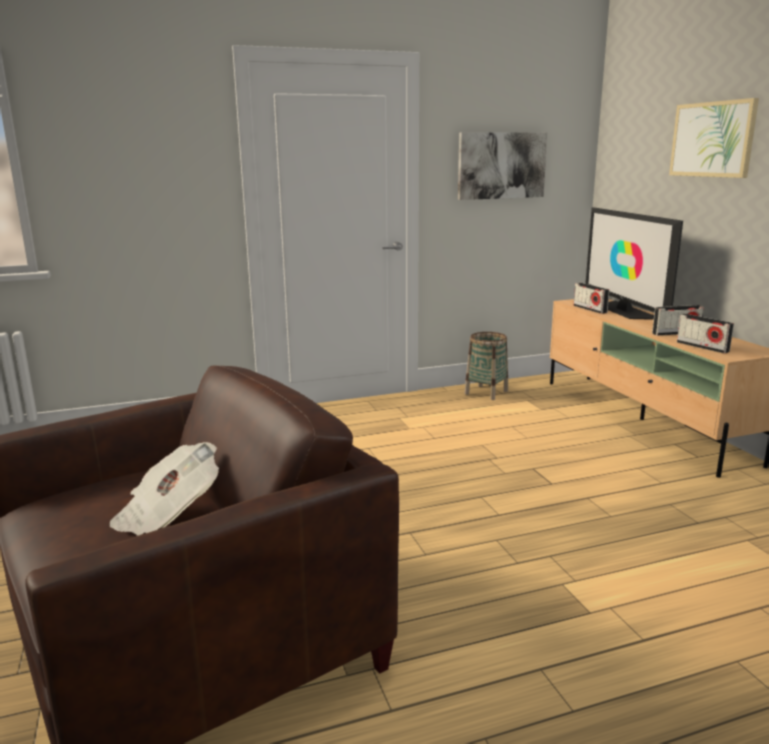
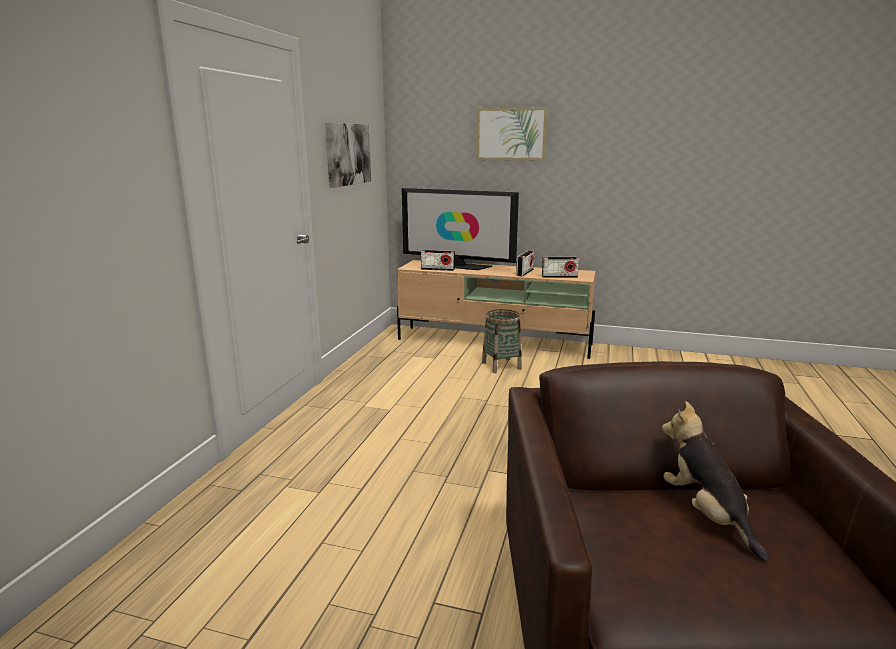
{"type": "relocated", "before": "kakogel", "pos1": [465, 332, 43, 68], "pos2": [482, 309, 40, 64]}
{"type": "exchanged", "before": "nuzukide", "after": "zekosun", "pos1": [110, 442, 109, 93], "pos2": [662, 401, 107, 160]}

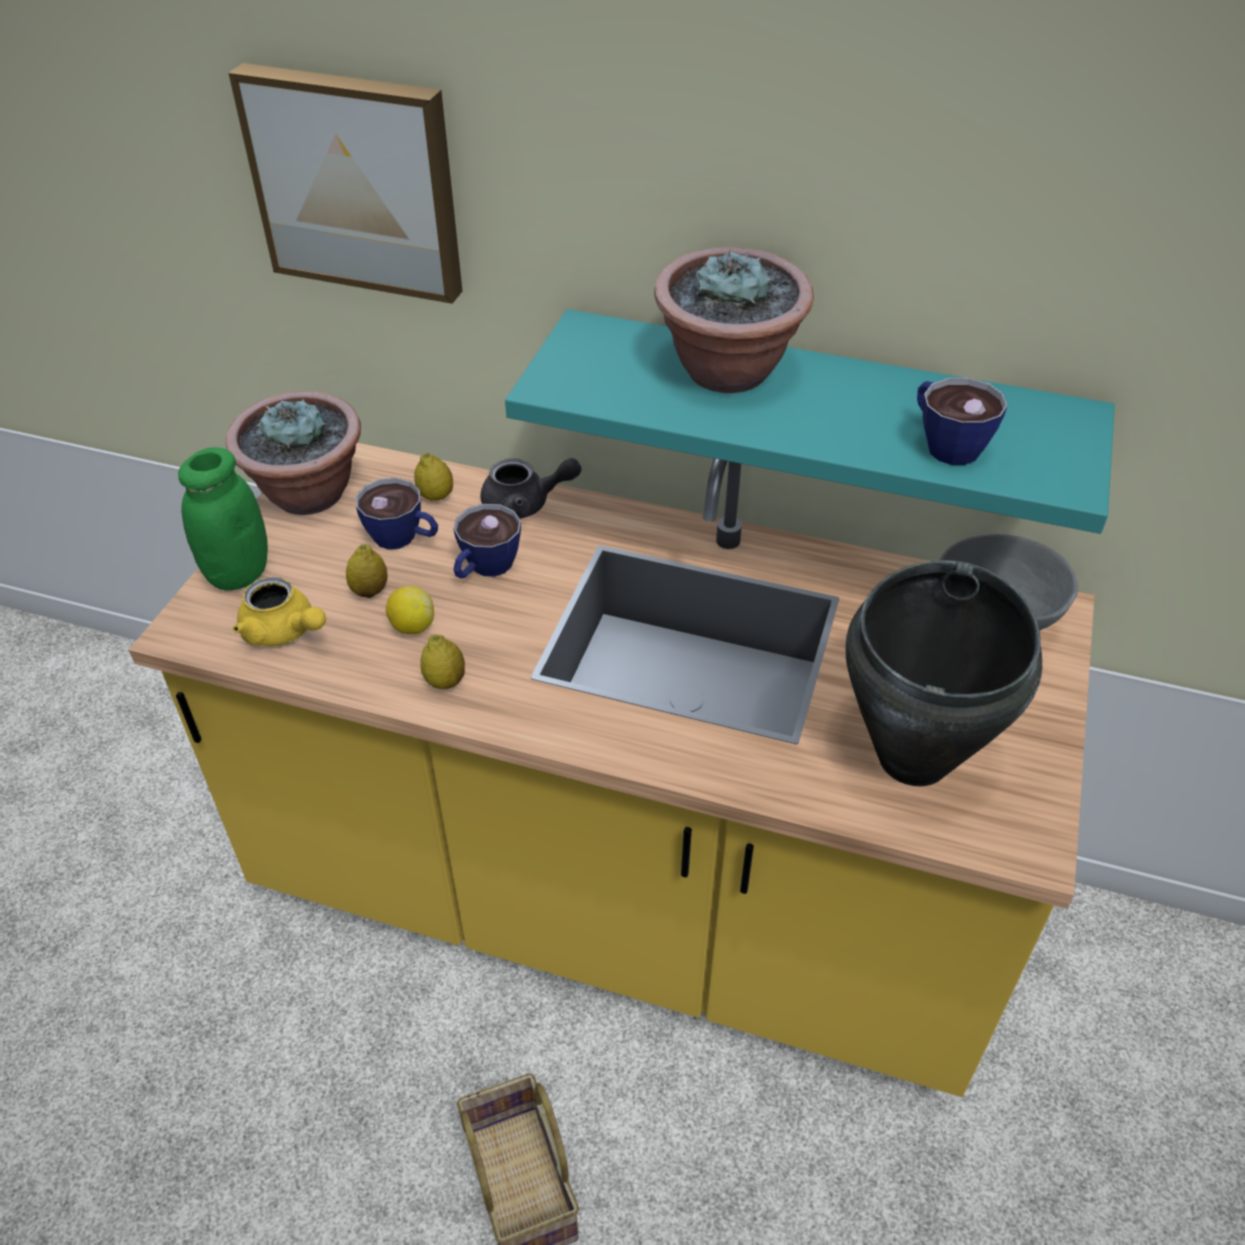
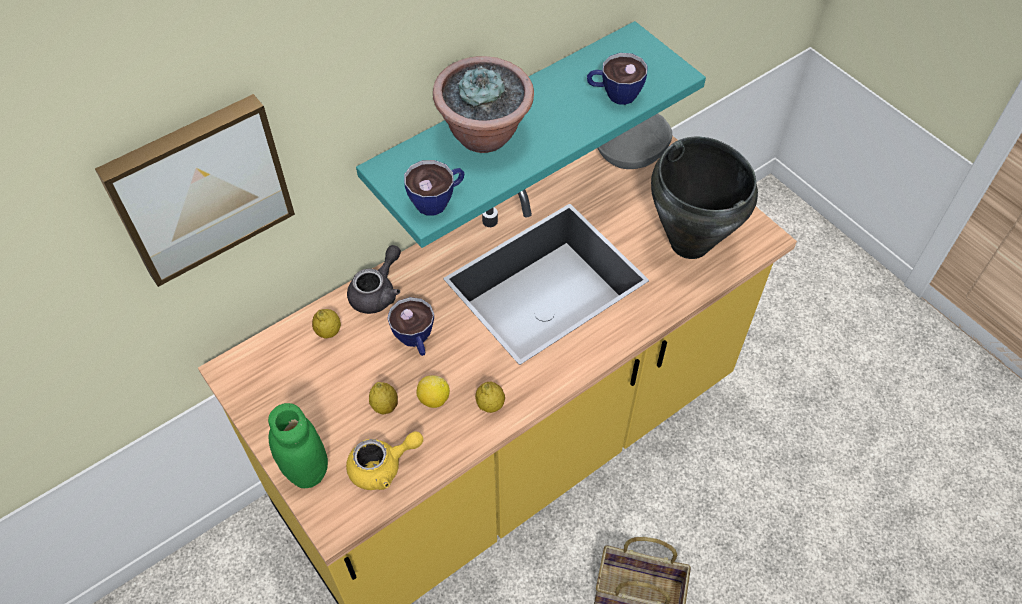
{"type": "missing", "before": "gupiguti", "pos1": [225, 391, 136, 124]}
{"type": "relocated", "before": "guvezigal", "pos1": [356, 478, 82, 72], "pos2": [404, 160, 61, 56]}

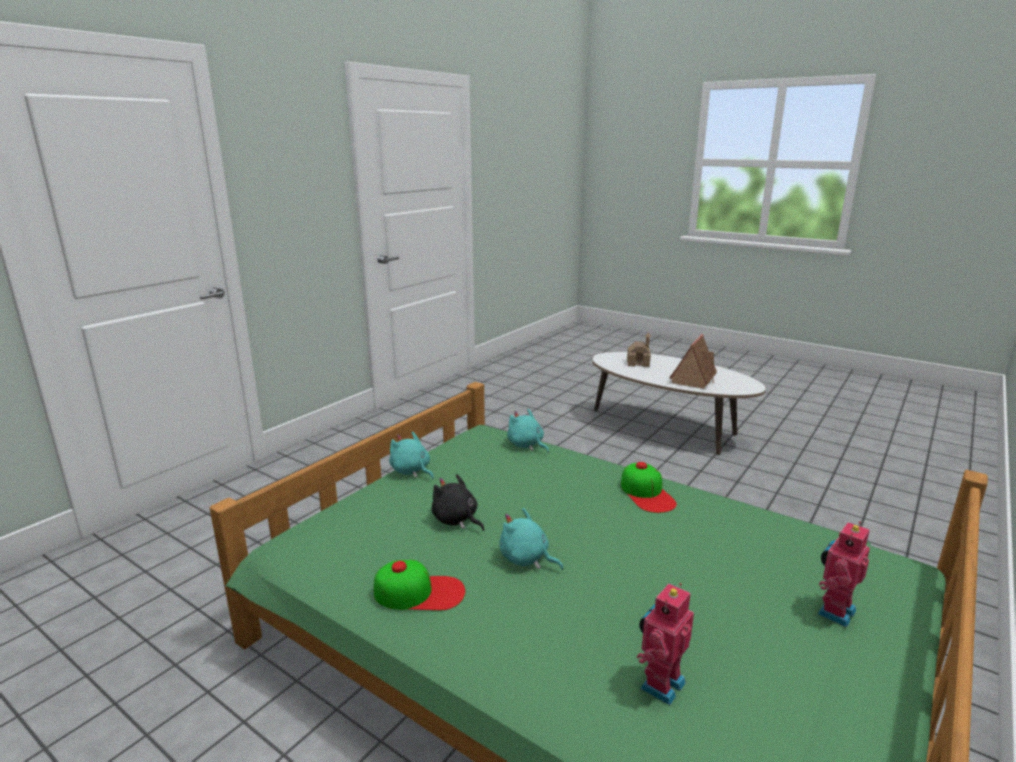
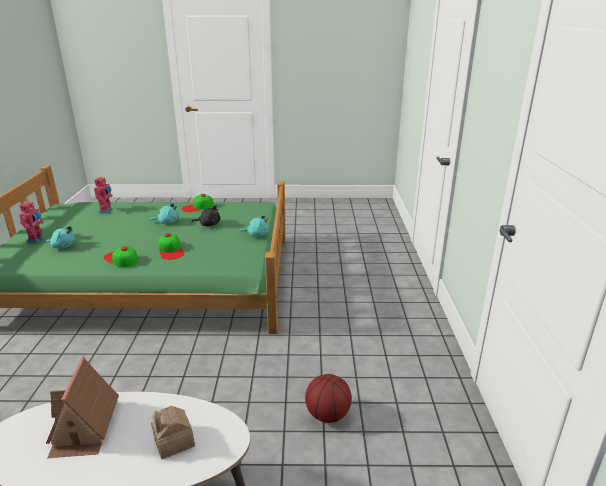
{"type": "appeared", "after": "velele", "pos2": [158, 233, 26, 27]}
{"type": "appeared", "after": "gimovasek", "pos2": [305, 374, 47, 49]}
{"type": "relocated", "before": "turquoise_zekosun", "pos1": [507, 409, 42, 44], "pos2": [46, 226, 30, 22]}

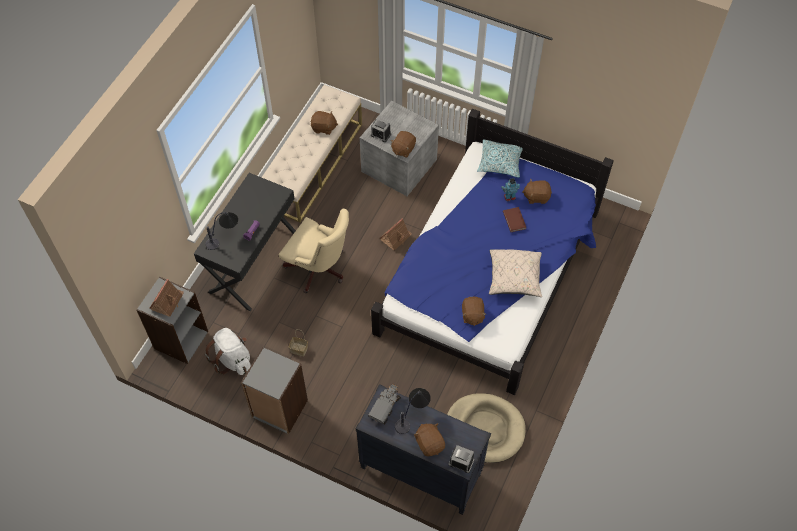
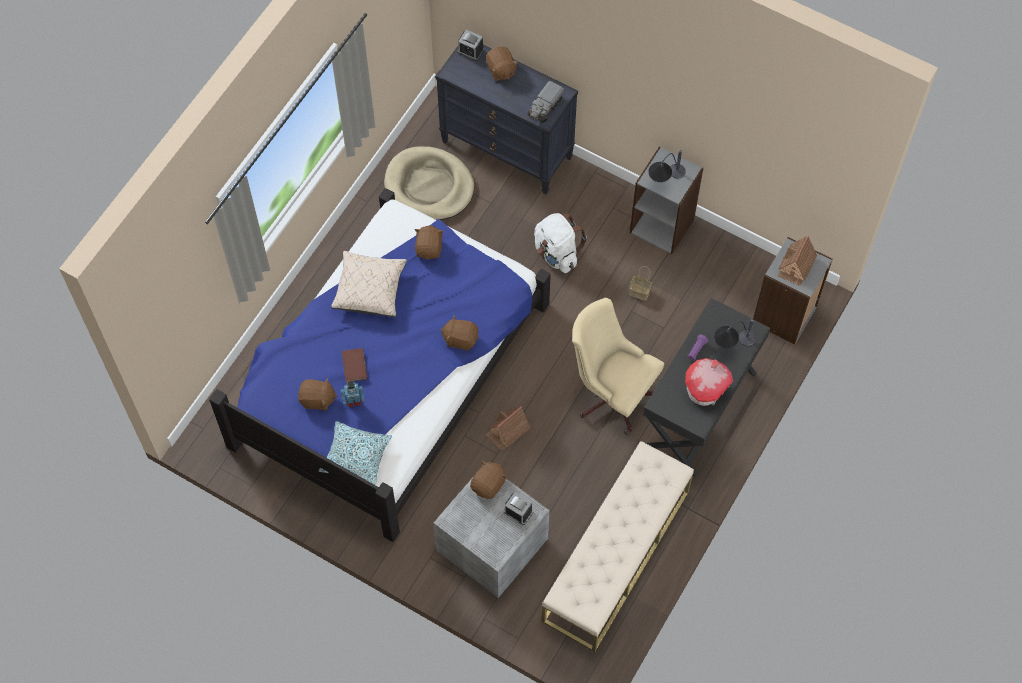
{"type": "appeared", "after": "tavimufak", "pos2": [685, 358, 48, 48]}
{"type": "relocated", "before": "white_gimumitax", "pos1": [205, 328, 46, 47], "pos2": [534, 213, 53, 60]}
{"type": "relocated", "before": "brown_zekosun", "pos1": [311, 111, 27, 24], "pos2": [441, 315, 37, 36]}
{"type": "relocated", "before": "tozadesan", "pos1": [395, 388, 36, 46], "pos2": [648, 150, 38, 32]}

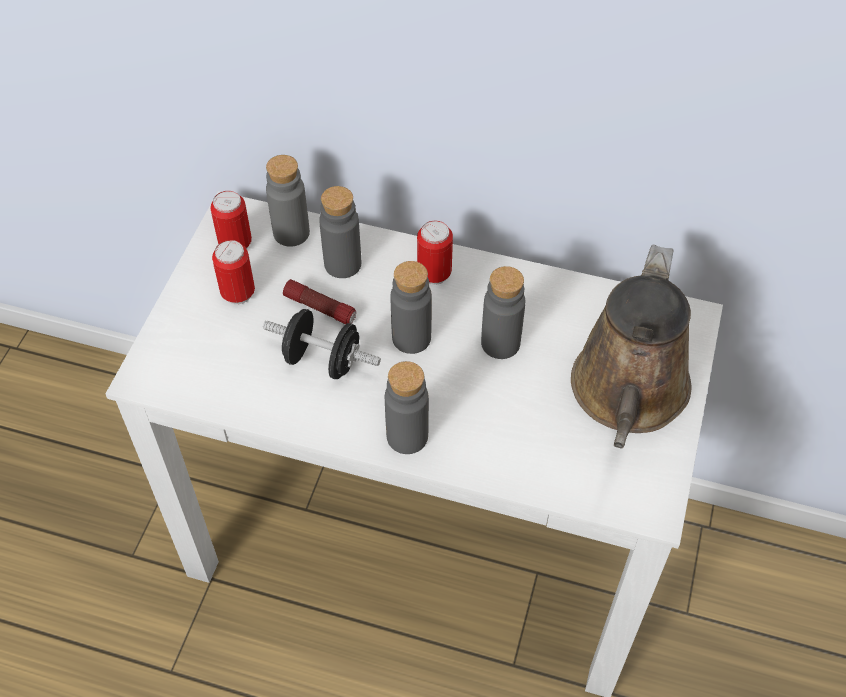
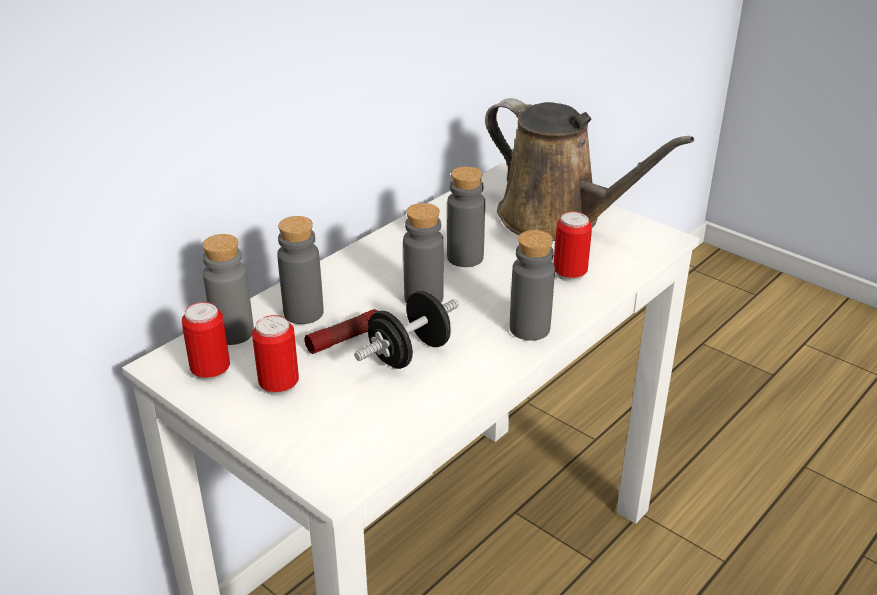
{"type": "relocated", "before": "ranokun", "pos1": [417, 221, 36, 64], "pos2": [554, 211, 38, 71]}

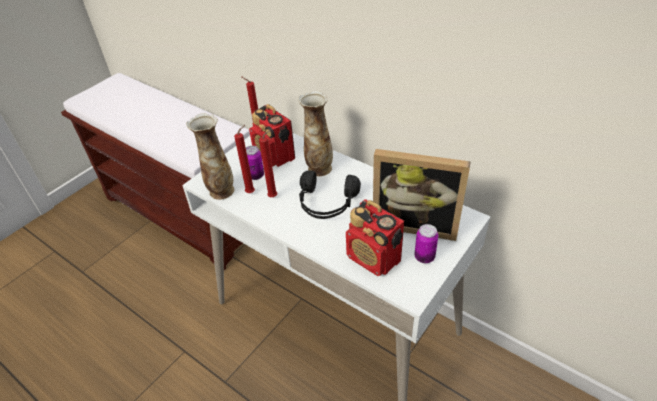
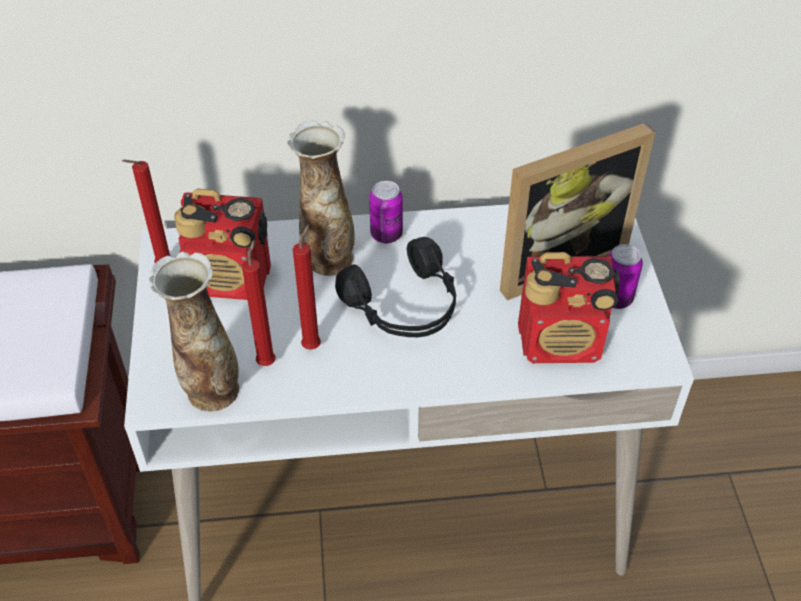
{"type": "relocated", "before": "ranokun", "pos1": [246, 146, 18, 34], "pos2": [369, 181, 34, 62]}

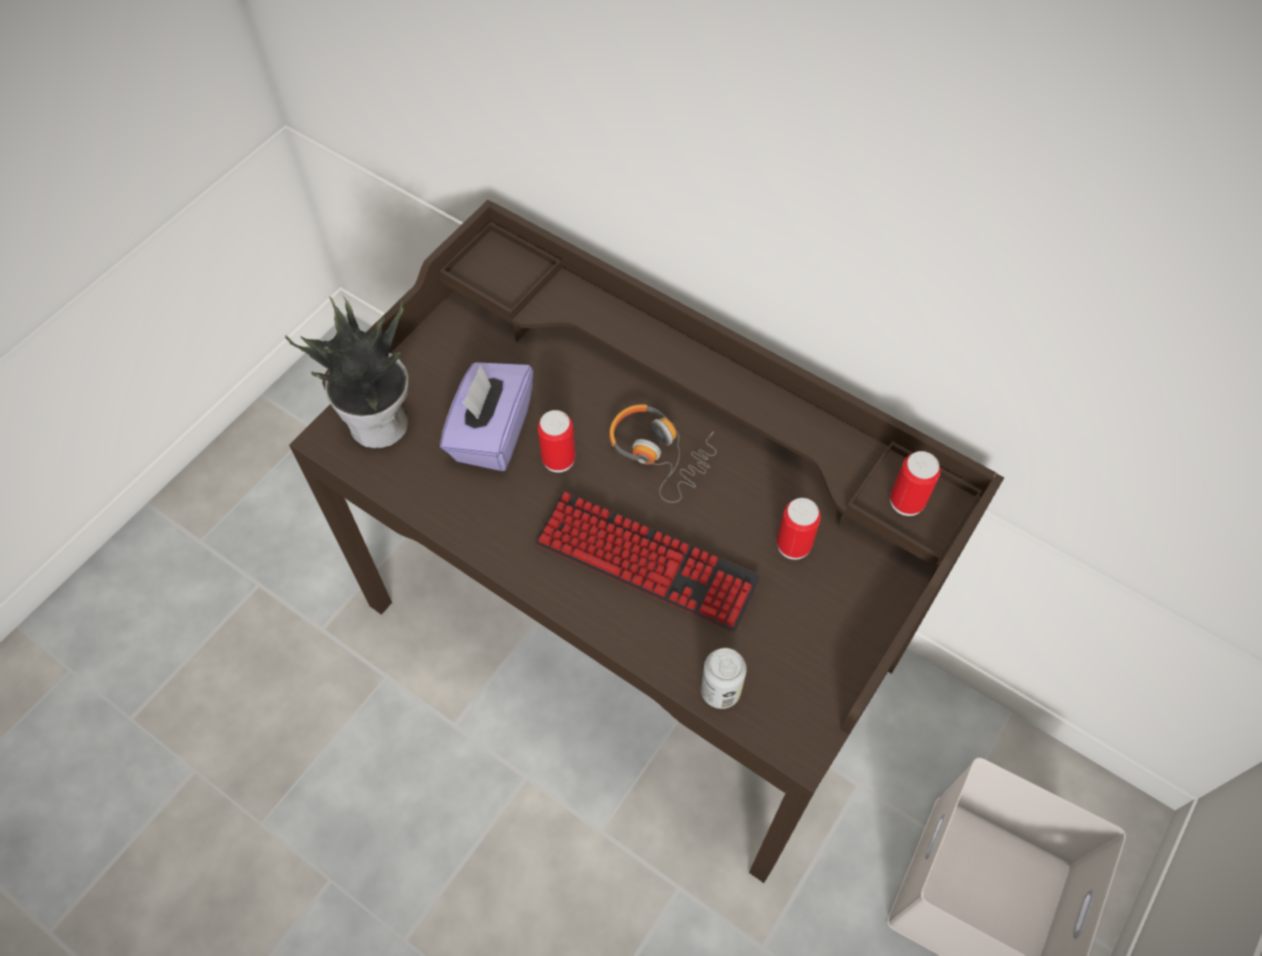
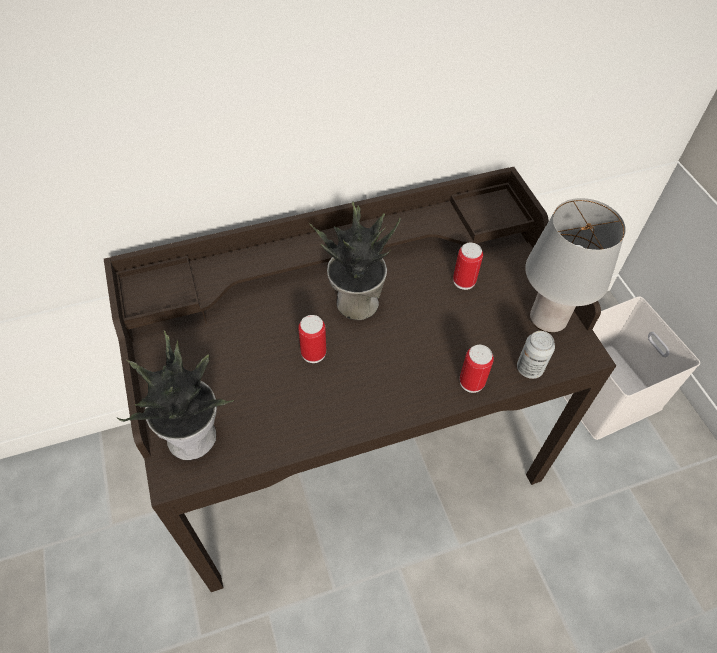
{"type": "missing", "before": "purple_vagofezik", "pos1": [440, 362, 93, 109]}
{"type": "missing", "before": "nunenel", "pos1": [534, 491, 227, 141]}
{"type": "appeared", "after": "grey_tozadesan", "pos2": [525, 198, 101, 135]}
{"type": "relocated", "before": "ranokun", "pos1": [890, 451, 51, 65], "pos2": [460, 345, 34, 48]}
{"type": "exchanged", "before": "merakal", "after": "gupiguti", "pos1": [609, 404, 108, 99], "pos2": [309, 201, 92, 119]}

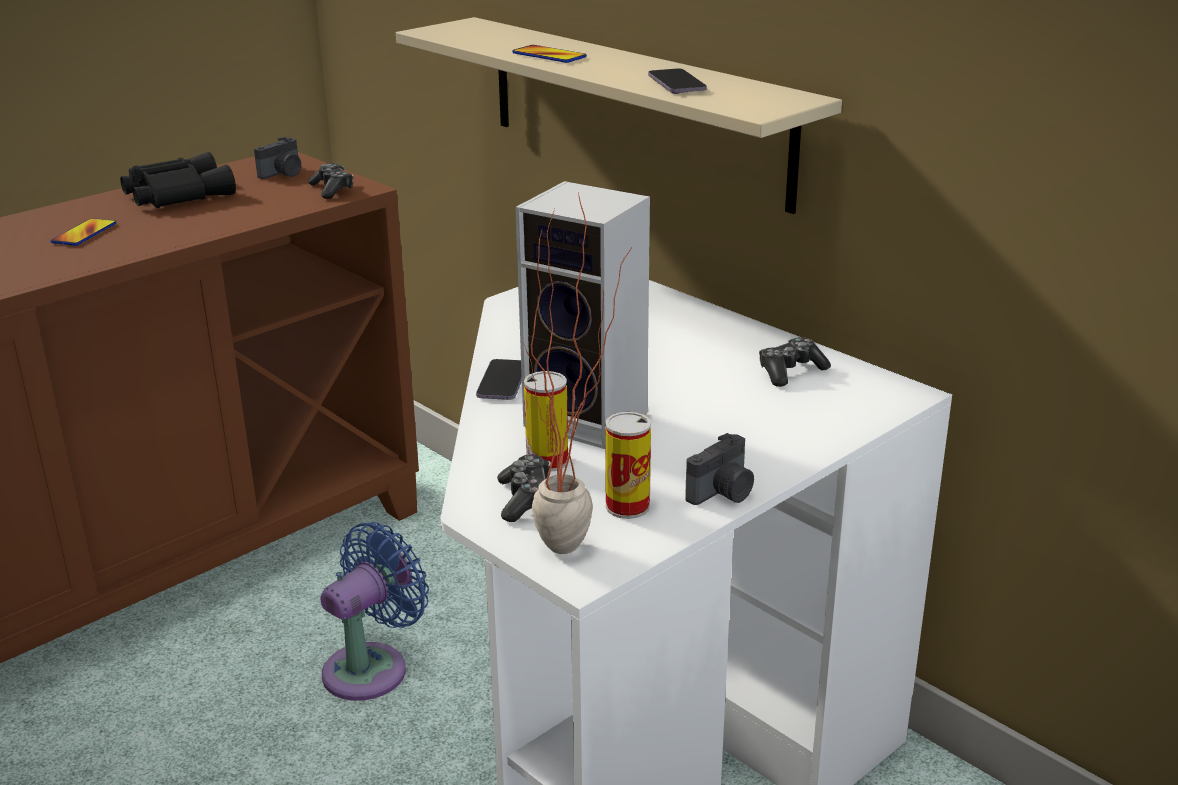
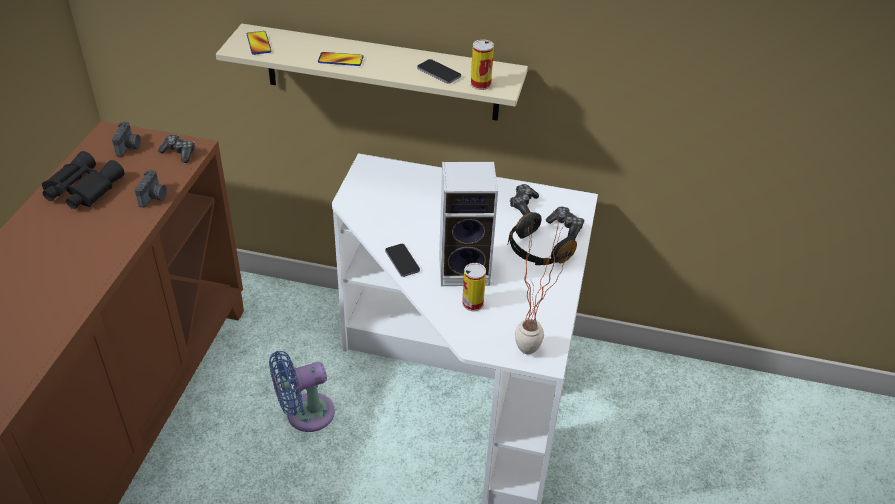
{"type": "appeared", "after": "black_merakal", "pos2": [508, 212, 69, 53]}
{"type": "relocated", "before": "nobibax", "pos1": [51, 218, 66, 28], "pos2": [247, 31, 25, 24]}
{"type": "relocated", "before": "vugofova", "pos1": [497, 454, 54, 68], "pos2": [546, 207, 38, 31]}
{"type": "relocated", "before": "ranokun", "pos1": [605, 412, 46, 107], "pos2": [471, 39, 23, 51]}
{"type": "relocated", "before": "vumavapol", "pos1": [685, 433, 69, 72], "pos2": [134, 170, 33, 38]}
{"type": "spun", "before": "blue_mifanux", "pos1": [320, 522, 109, 179], "pos2": [269, 351, 66, 81], "turn": -120}

